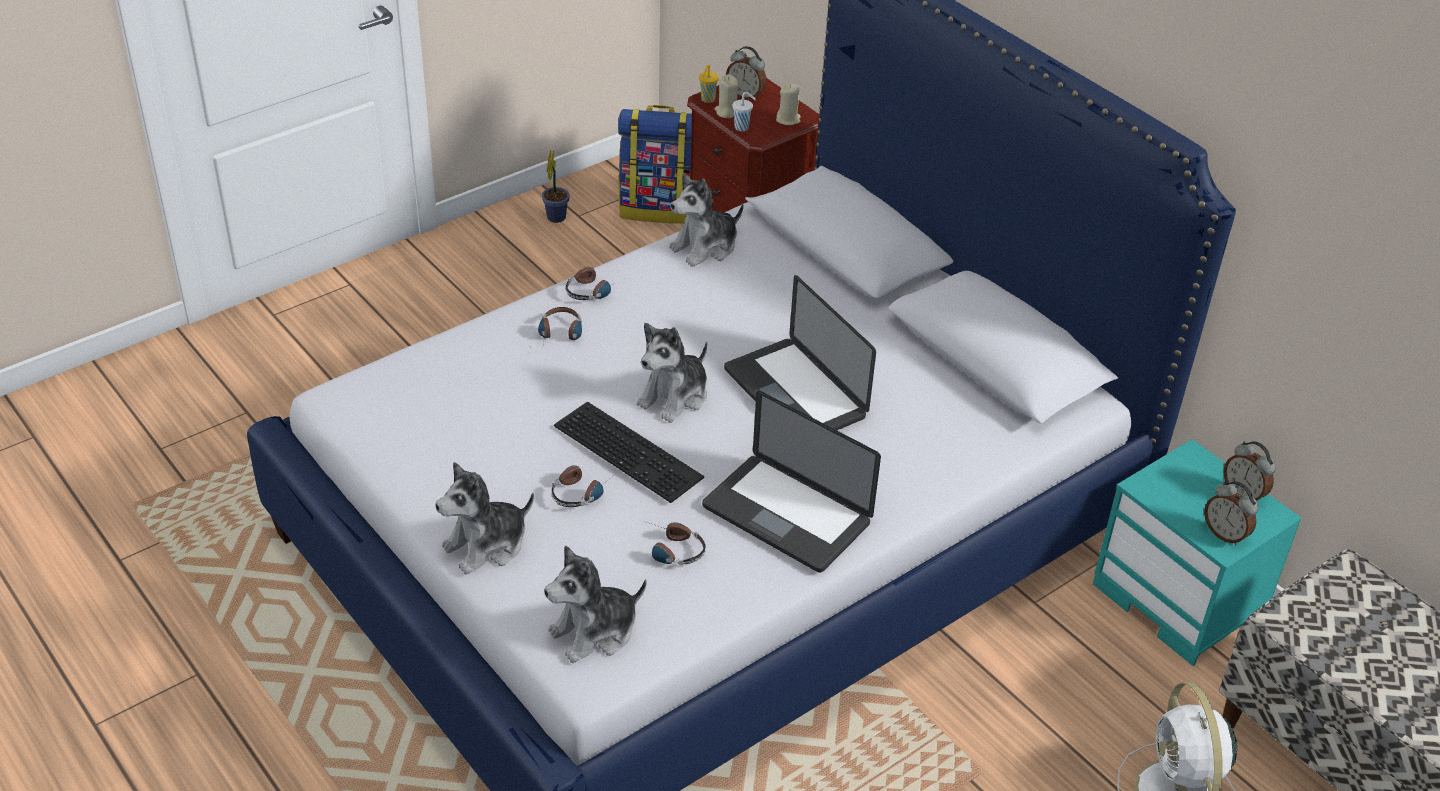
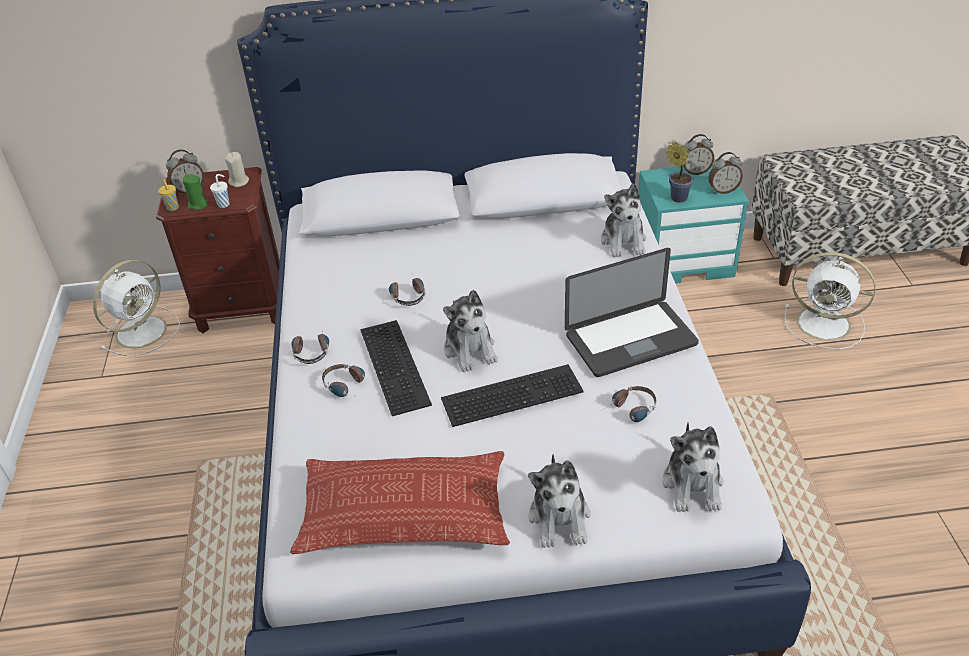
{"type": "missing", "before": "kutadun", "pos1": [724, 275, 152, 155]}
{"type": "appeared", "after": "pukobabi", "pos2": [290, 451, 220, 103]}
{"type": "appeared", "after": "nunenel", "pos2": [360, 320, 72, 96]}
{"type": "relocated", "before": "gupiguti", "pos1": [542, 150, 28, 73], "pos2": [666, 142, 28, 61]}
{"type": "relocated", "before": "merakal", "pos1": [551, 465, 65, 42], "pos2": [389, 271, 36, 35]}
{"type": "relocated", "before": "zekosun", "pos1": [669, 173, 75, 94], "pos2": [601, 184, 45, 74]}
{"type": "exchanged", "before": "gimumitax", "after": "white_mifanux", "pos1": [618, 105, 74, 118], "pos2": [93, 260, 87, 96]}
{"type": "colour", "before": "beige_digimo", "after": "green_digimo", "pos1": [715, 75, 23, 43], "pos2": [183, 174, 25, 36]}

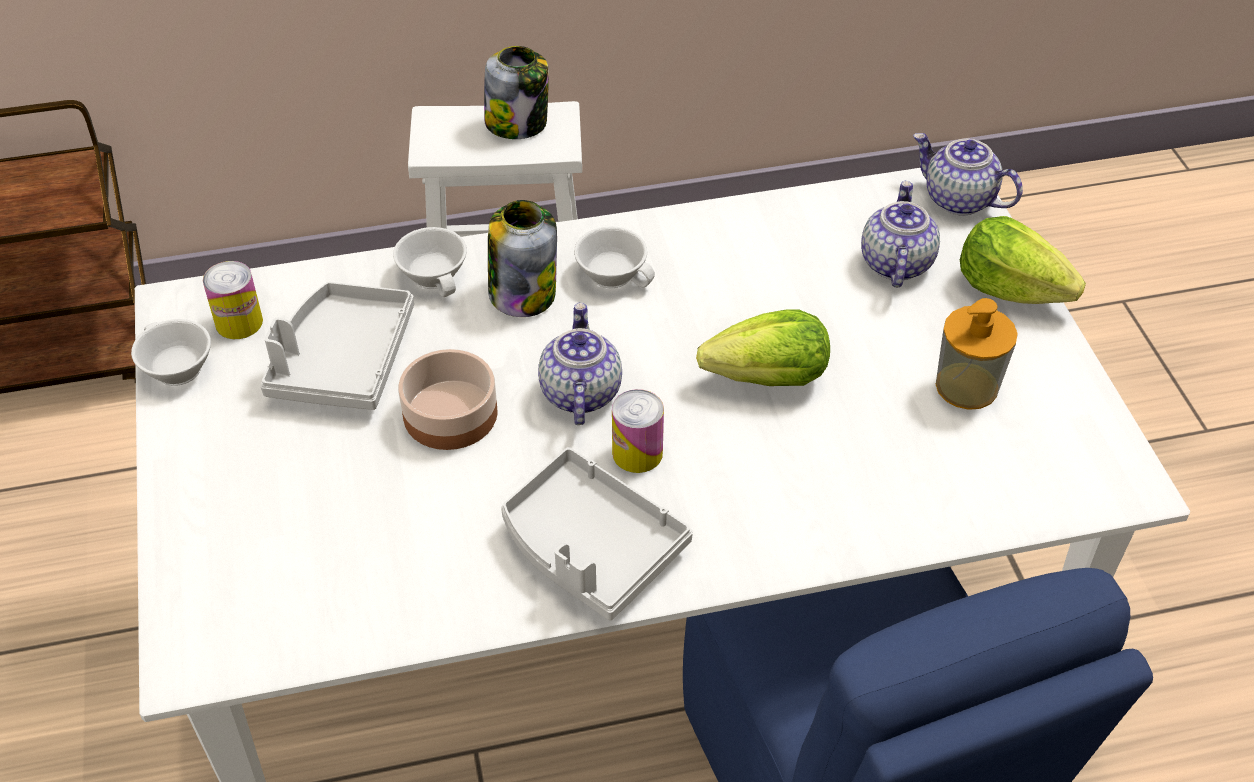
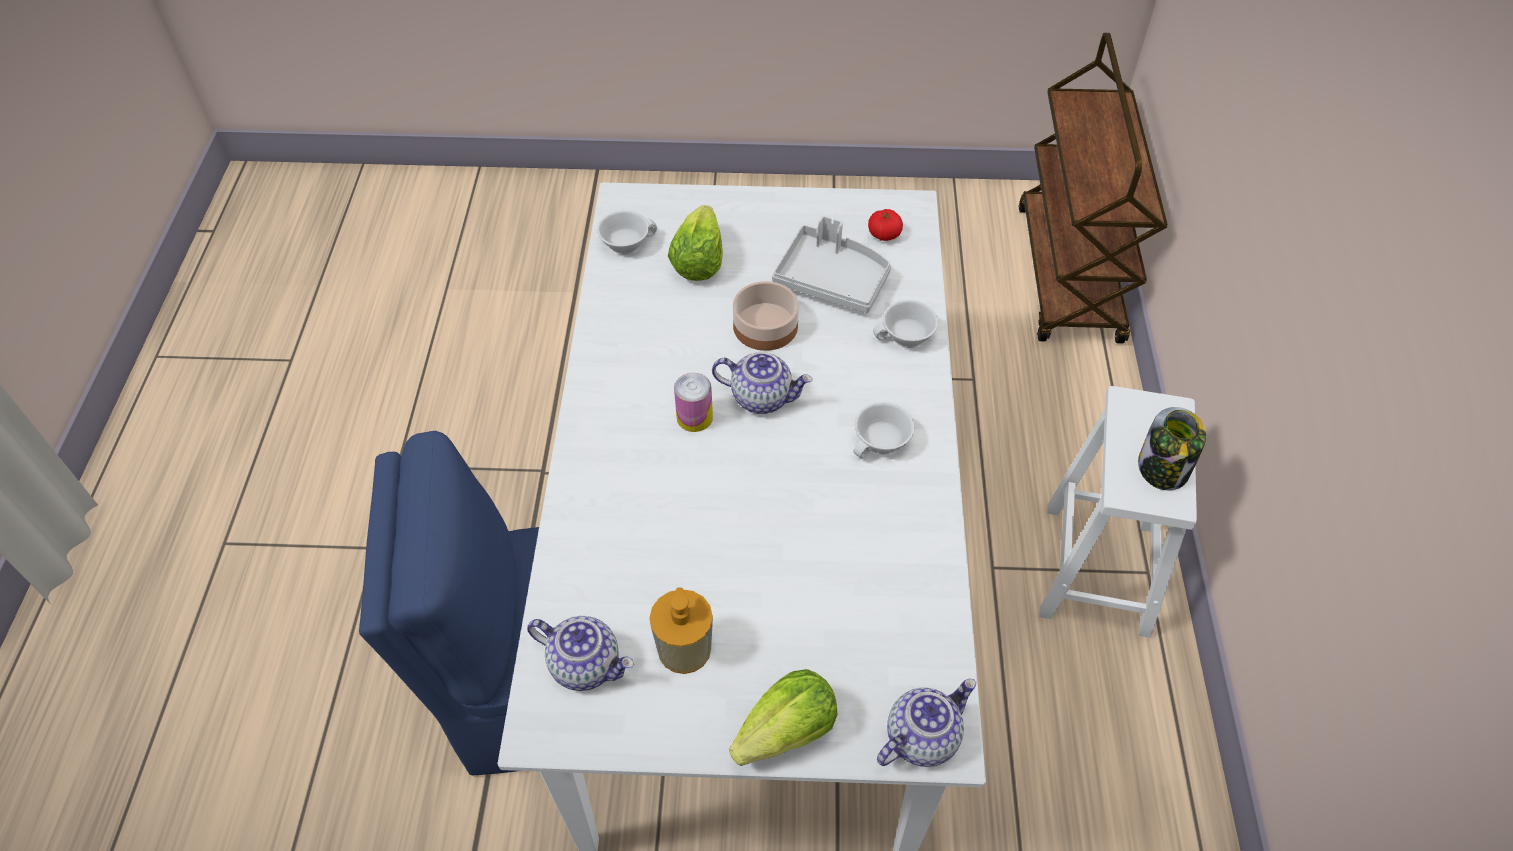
{"type": "missing", "before": "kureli", "pos1": [488, 200, 69, 117]}
{"type": "missing", "before": "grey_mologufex", "pos1": [501, 447, 192, 173]}
{"type": "relocated", "before": "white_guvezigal", "pos1": [131, 319, 80, 67], "pos2": [597, 210, 60, 45]}
{"type": "relocated", "before": "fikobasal", "pos1": [696, 309, 134, 77], "pos2": [668, 205, 55, 76]}
{"type": "relocated", "before": "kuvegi", "pos1": [861, 181, 79, 107], "pos2": [527, 616, 107, 75]}
{"type": "exchanged", "before": "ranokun", "after": "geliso", "pos1": [203, 261, 60, 78], "pos2": [868, 209, 35, 32]}

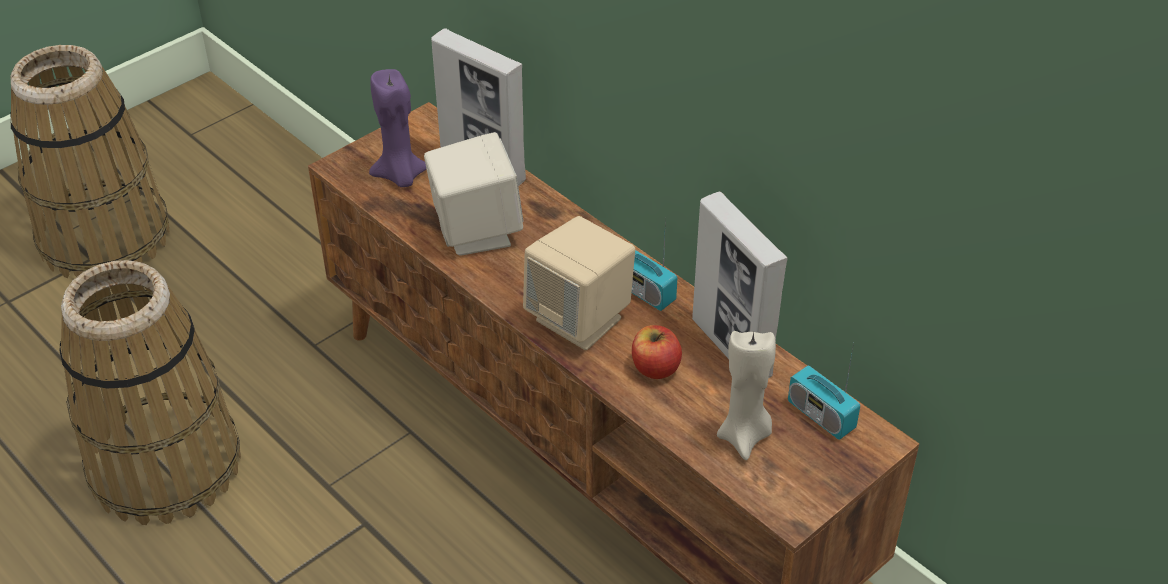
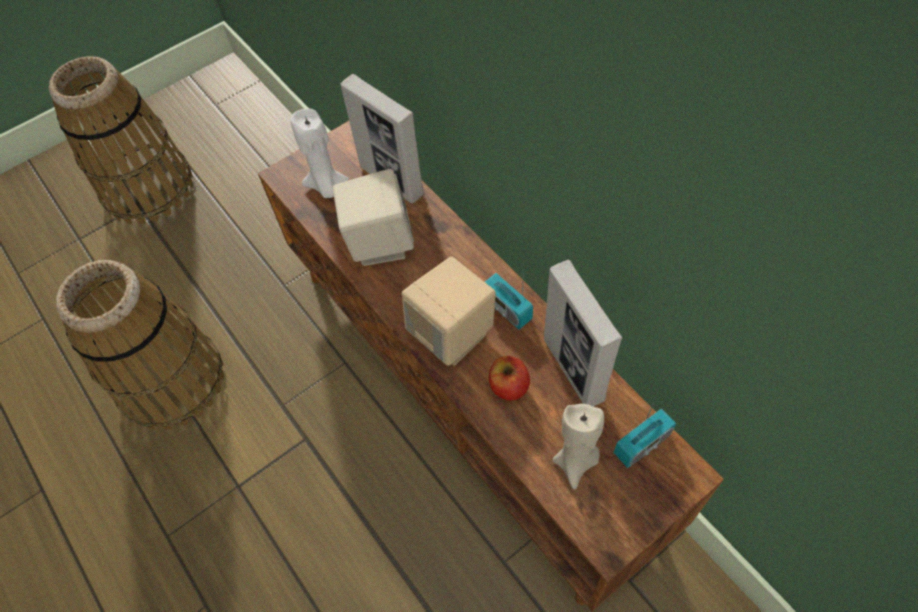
{"type": "colour", "before": "purple_digimo", "after": "white_digimo", "pos1": [369, 69, 57, 118], "pos2": [291, 109, 58, 89]}
{"type": "spun", "before": "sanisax", "pos1": [788, 342, 72, 98], "pos2": [614, 392, 62, 76], "turn": -90}

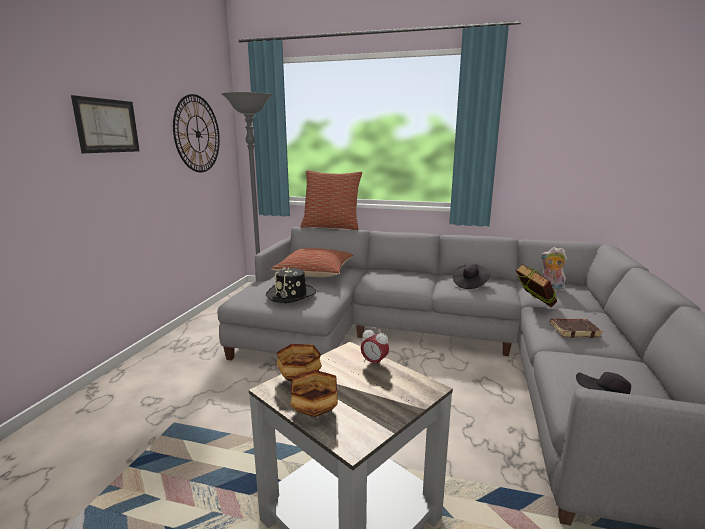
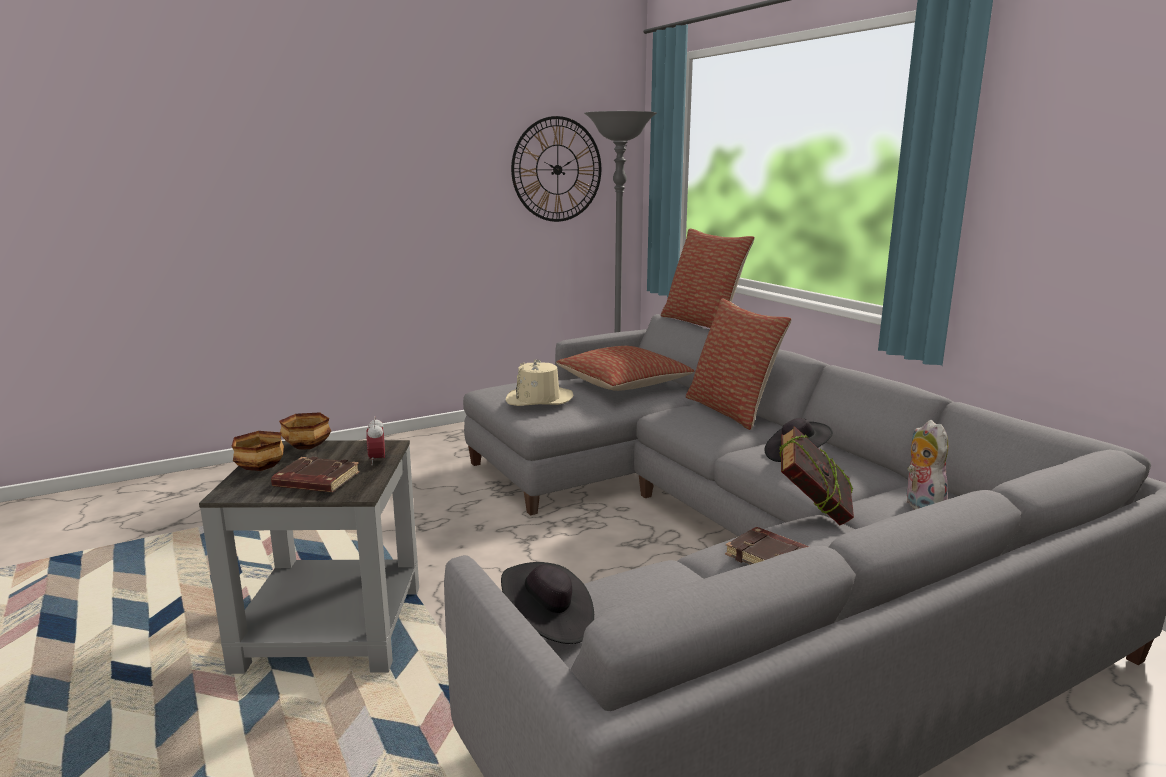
{"type": "missing", "before": "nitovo", "pos1": [71, 95, 69, 58]}
{"type": "appeared", "after": "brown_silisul", "pos2": [271, 457, 89, 35]}
{"type": "appeared", "after": "pukobabi", "pos2": [686, 298, 106, 132]}
{"type": "colour", "before": "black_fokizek", "after": "beige_fokizek", "pos1": [266, 267, 50, 36], "pos2": [506, 359, 67, 47]}

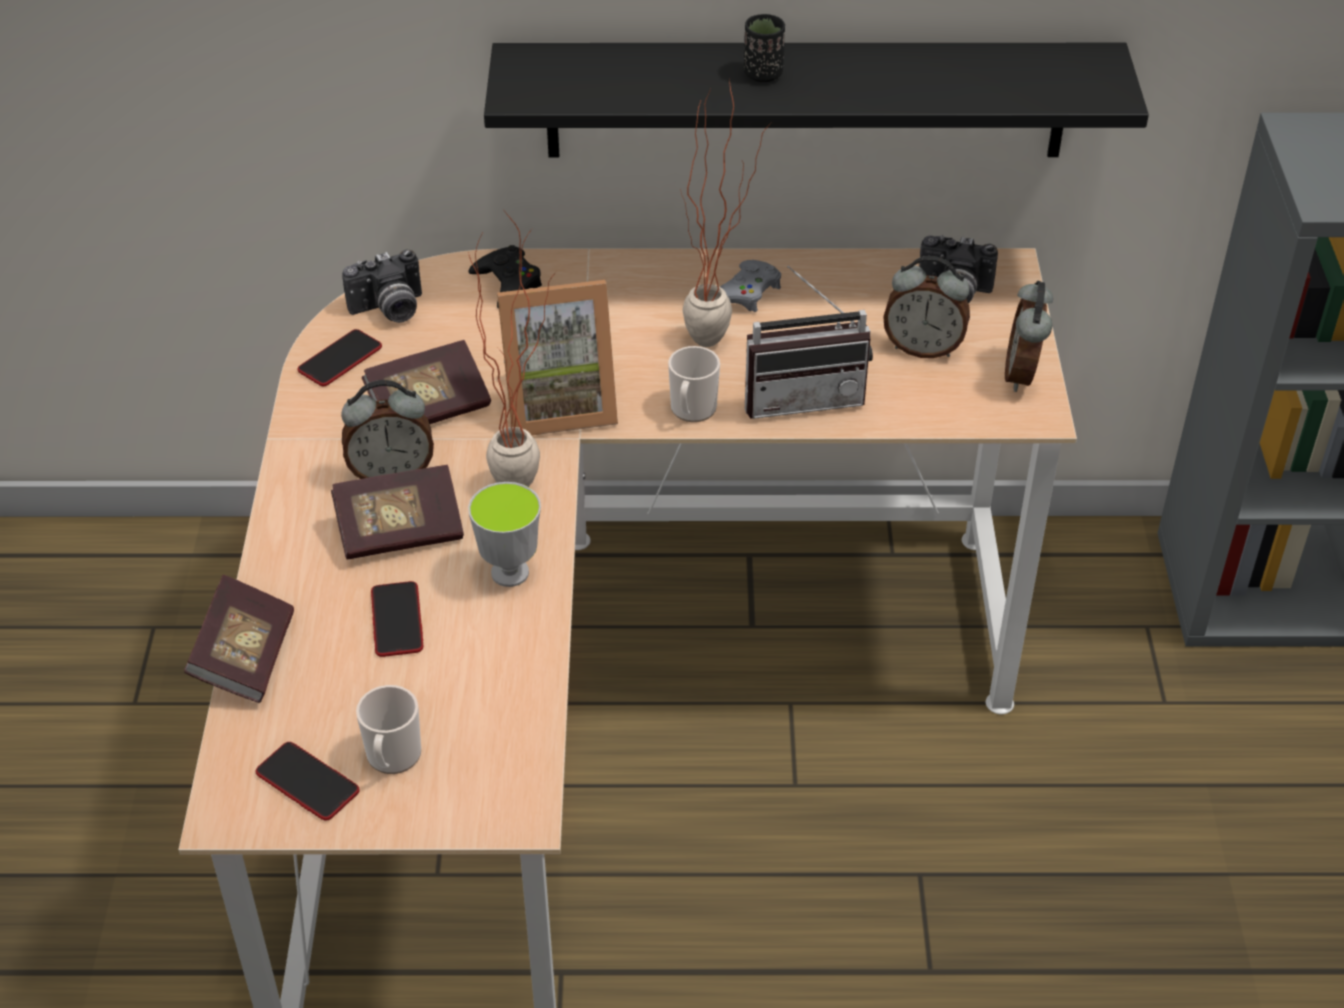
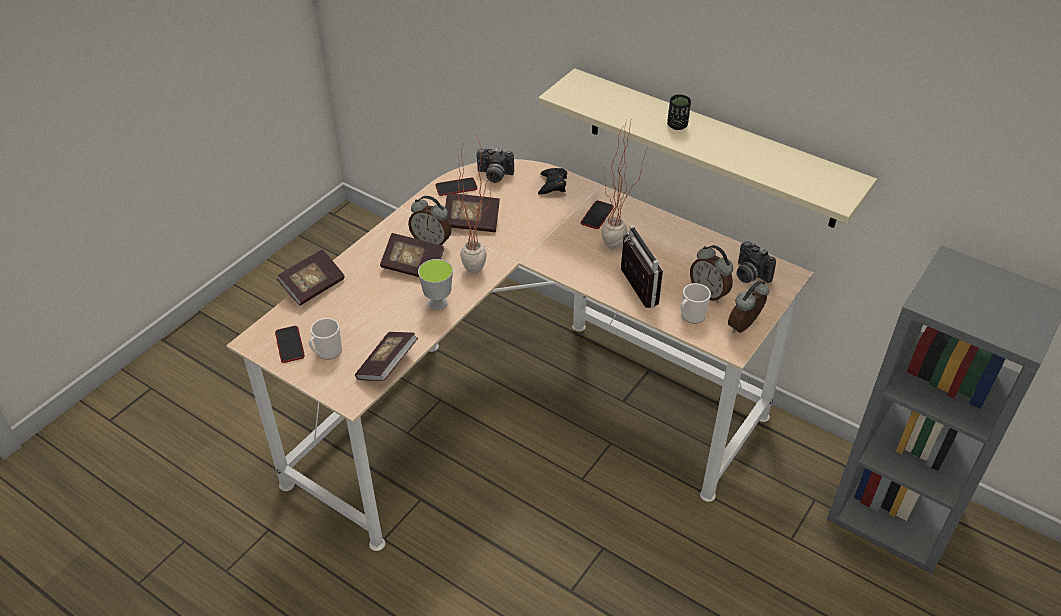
{"type": "missing", "before": "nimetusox", "pos1": [497, 280, 121, 155]}
{"type": "missing", "before": "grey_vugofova", "pos1": [720, 260, 61, 52]}
{"type": "appeared", "after": "silisul", "pos2": [355, 332, 63, 49]}
{"type": "relocated", "before": "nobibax", "pos1": [371, 581, 52, 76], "pos2": [581, 201, 33, 28]}
{"type": "relocated", "before": "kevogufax", "pos1": [668, 346, 52, 76], "pos2": [681, 283, 30, 41]}
{"type": "colour", "before": "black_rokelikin", "after": "beige_rokelikin", "pos1": [484, 43, 665, 115], "pos2": [538, 68, 339, 160]}
{"type": "spun", "before": "sanisax", "pos1": [745, 266, 128, 153], "pos2": [621, 225, 42, 83], "turn": -135}

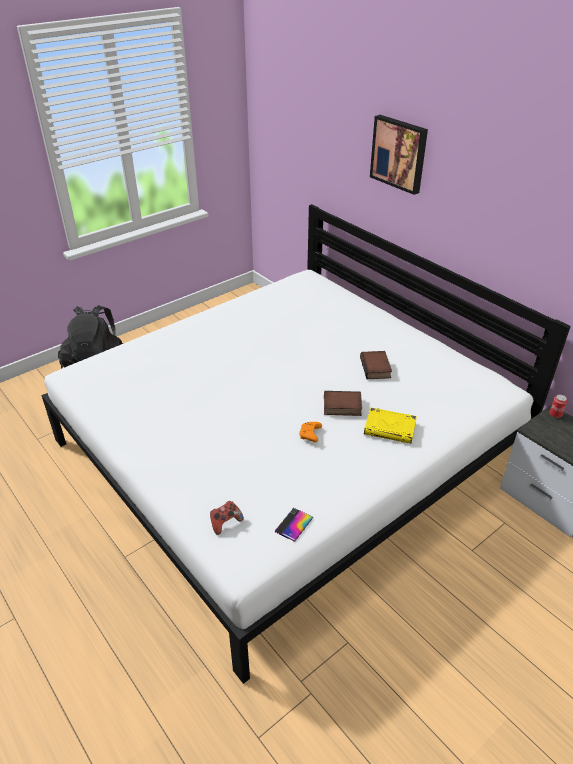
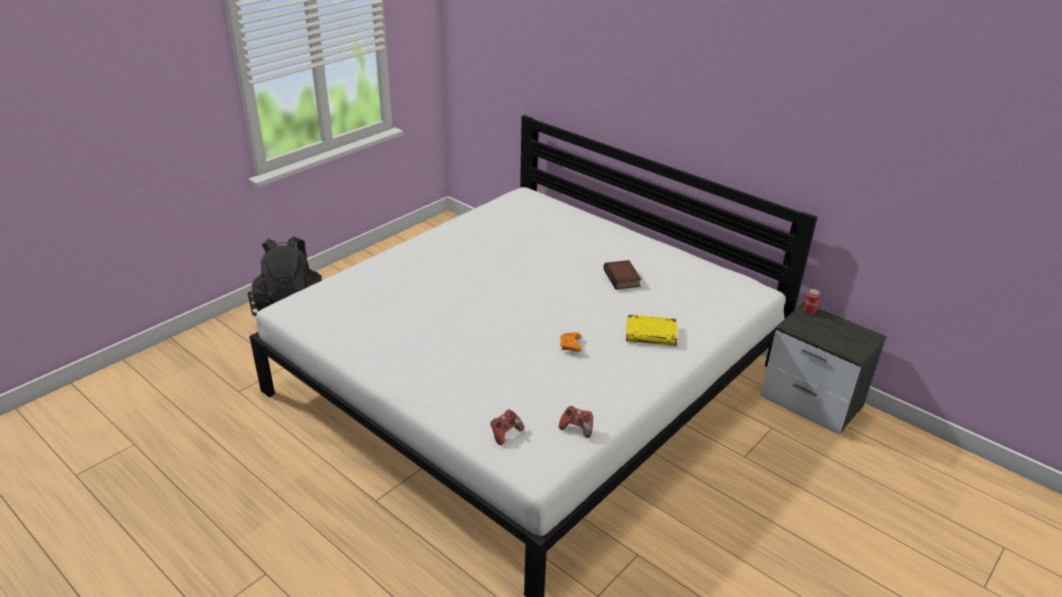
{"type": "missing", "before": "silisul", "pos1": [324, 391, 38, 25]}
{"type": "missing", "before": "nitovo", "pos1": [370, 115, 58, 80]}
{"type": "exchanged", "before": "nobibax", "after": "vugofova", "pos1": [274, 508, 39, 34], "pos2": [559, 406, 34, 32]}

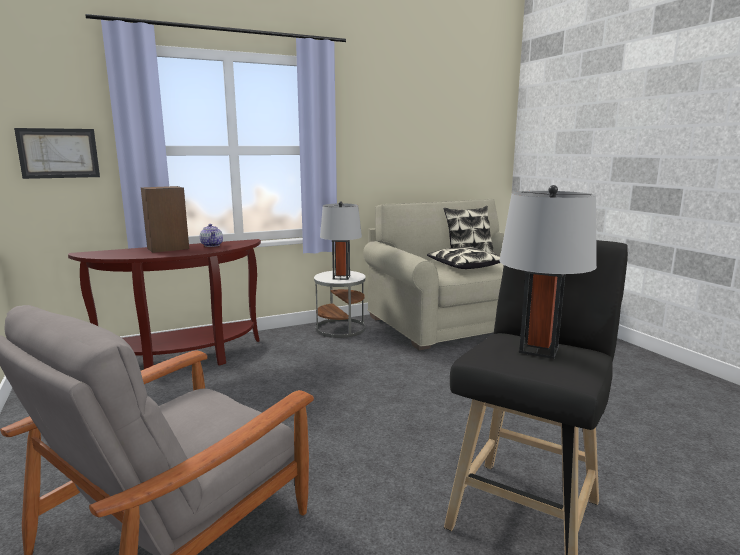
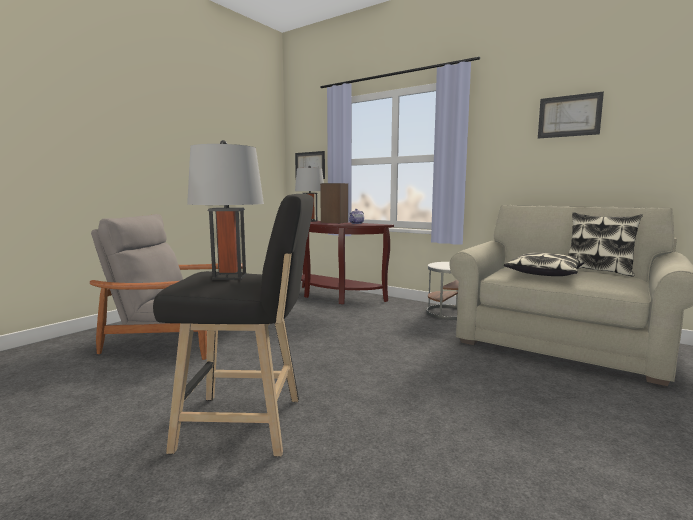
{"type": "appeared", "after": "nitovo", "pos2": [538, 91, 66, 48]}
{"type": "relocated", "before": "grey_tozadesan", "pos1": [320, 201, 42, 79], "pos2": [295, 166, 29, 56]}

